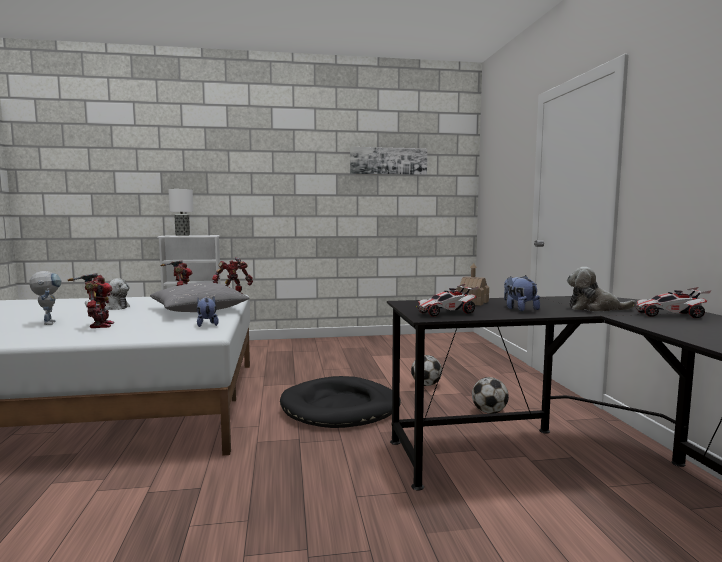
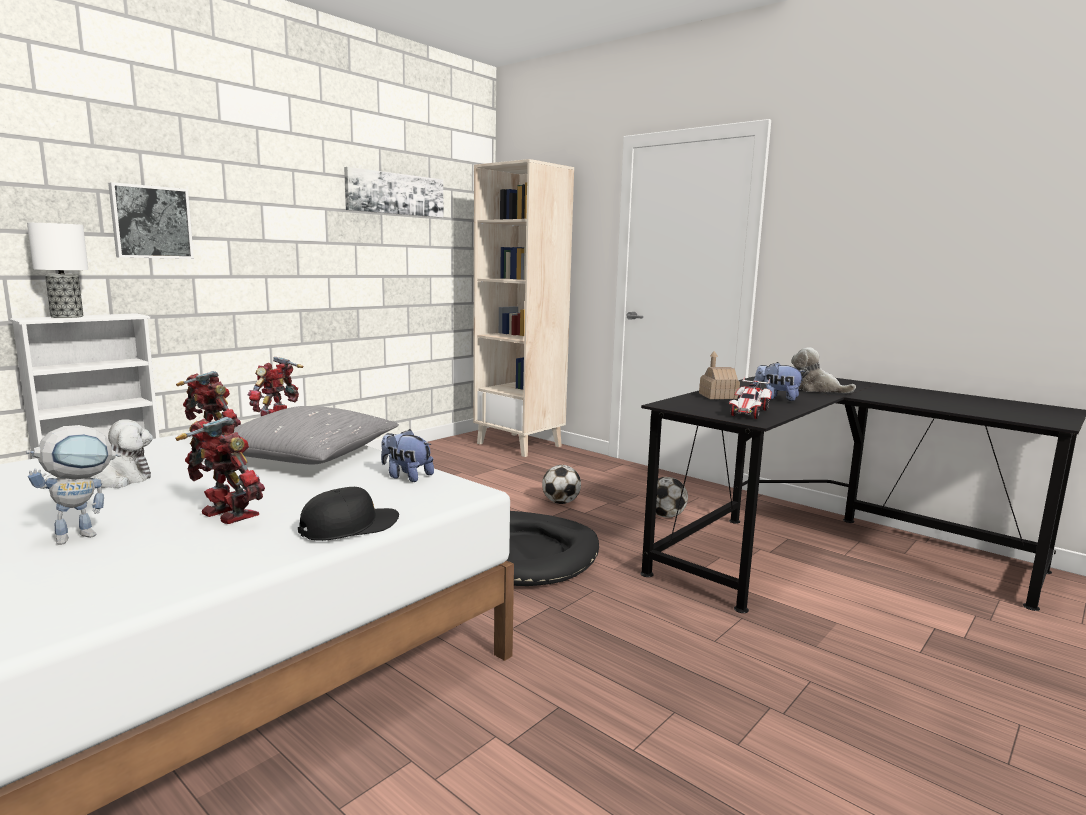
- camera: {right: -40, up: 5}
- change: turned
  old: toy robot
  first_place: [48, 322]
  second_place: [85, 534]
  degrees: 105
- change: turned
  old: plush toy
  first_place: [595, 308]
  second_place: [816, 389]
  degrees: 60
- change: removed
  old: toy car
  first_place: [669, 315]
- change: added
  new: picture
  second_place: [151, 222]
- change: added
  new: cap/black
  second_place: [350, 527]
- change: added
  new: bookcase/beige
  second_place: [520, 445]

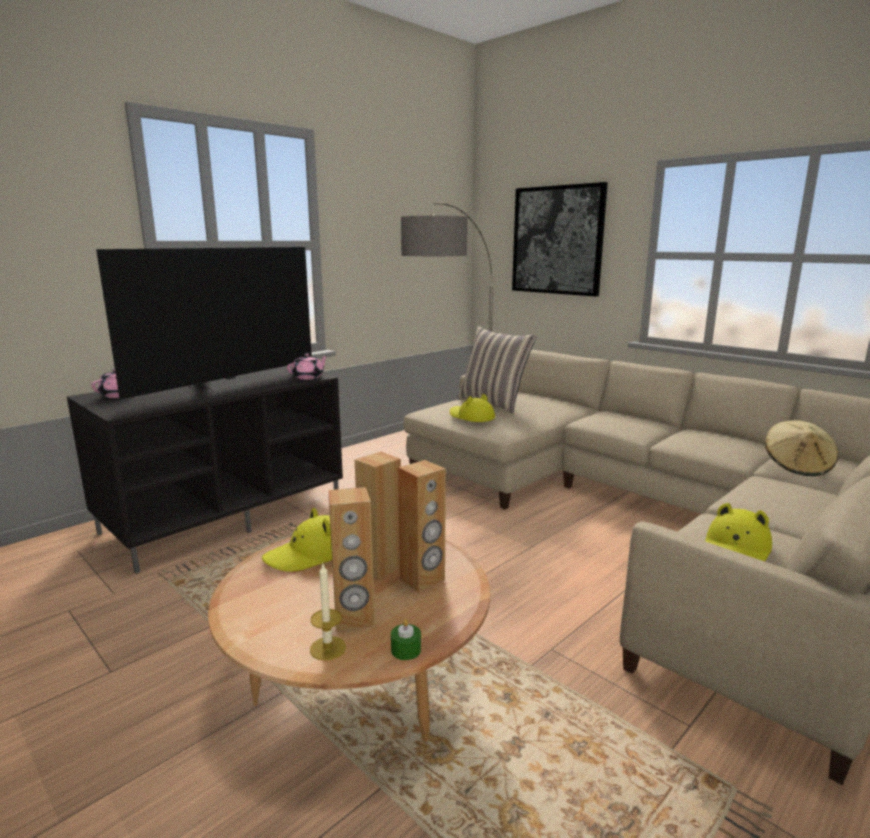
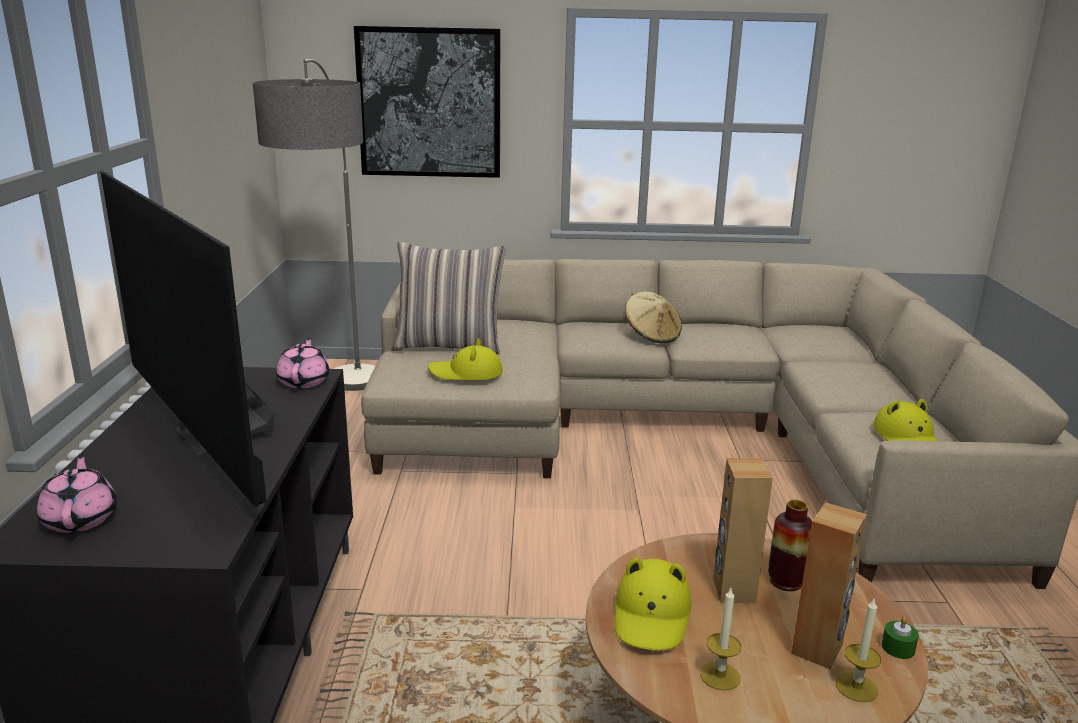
- camera: {right: -45, up: 5}
- change: turned
  old: television
  first_place: [223, 385]
  second_place: [211, 435]
  degrees: 150
- change: replaced
  old: speaker/brown
  new: vase
  first_place: [422, 580]
  second_place: [786, 582]
- change: moved
  old: hat/beige
  first_place: [797, 466]
  second_place: [652, 335]
- change: added
  new: candle
  second_place: [720, 676]

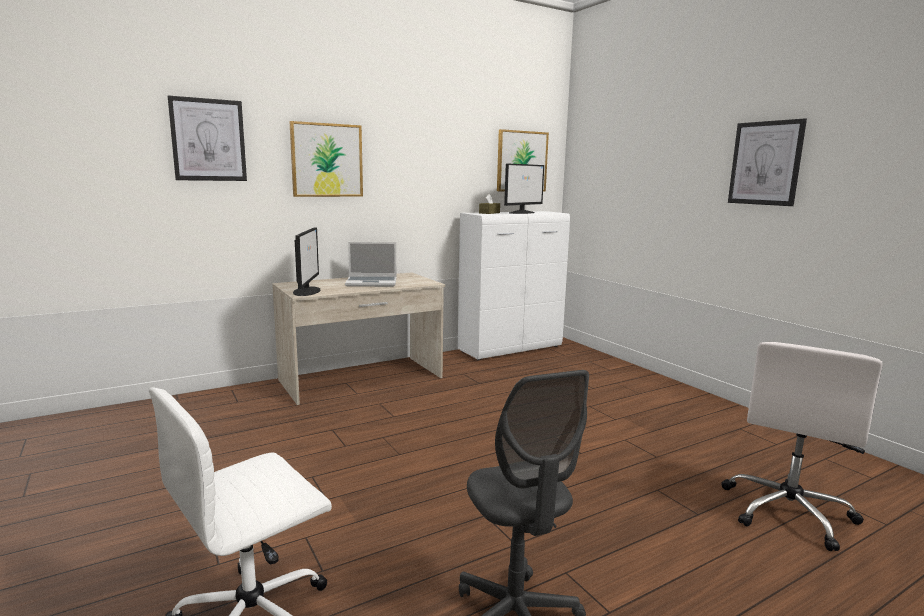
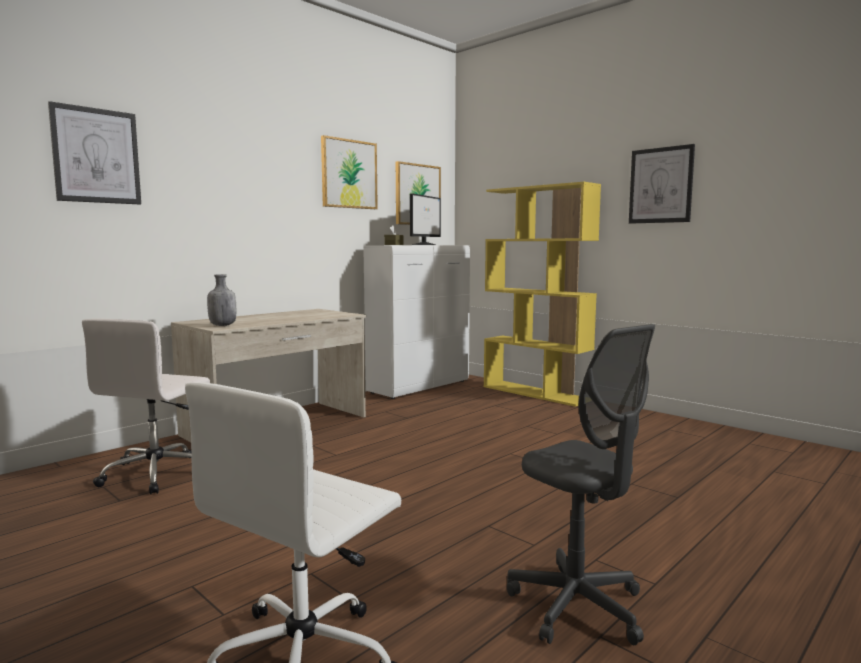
- camera: {right: -15, up: -5}
- change: moved
  old: picture
  first_place: [327, 160]
  second_place: [349, 174]
- change: replaced
  old: monitor
  new: bottle/grey
  first_place: [307, 291]
  second_place: [222, 325]
- change: removed
  old: laptop
  first_place: [372, 283]
- change: moved
  old: office chair/white
  first_place: [788, 512]
  second_place: [157, 473]
- change: added
  new: bookcase/yellow
  second_place: [536, 393]

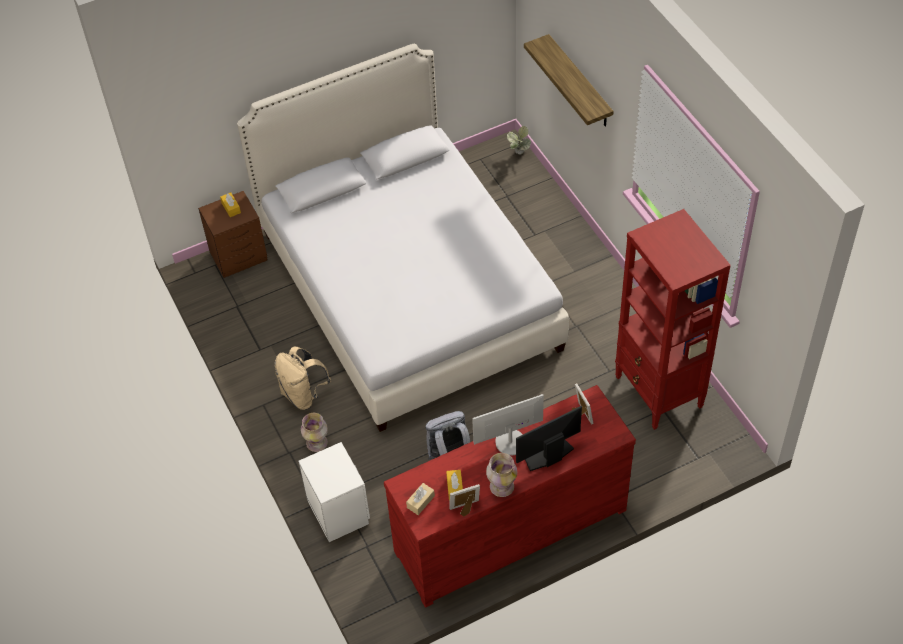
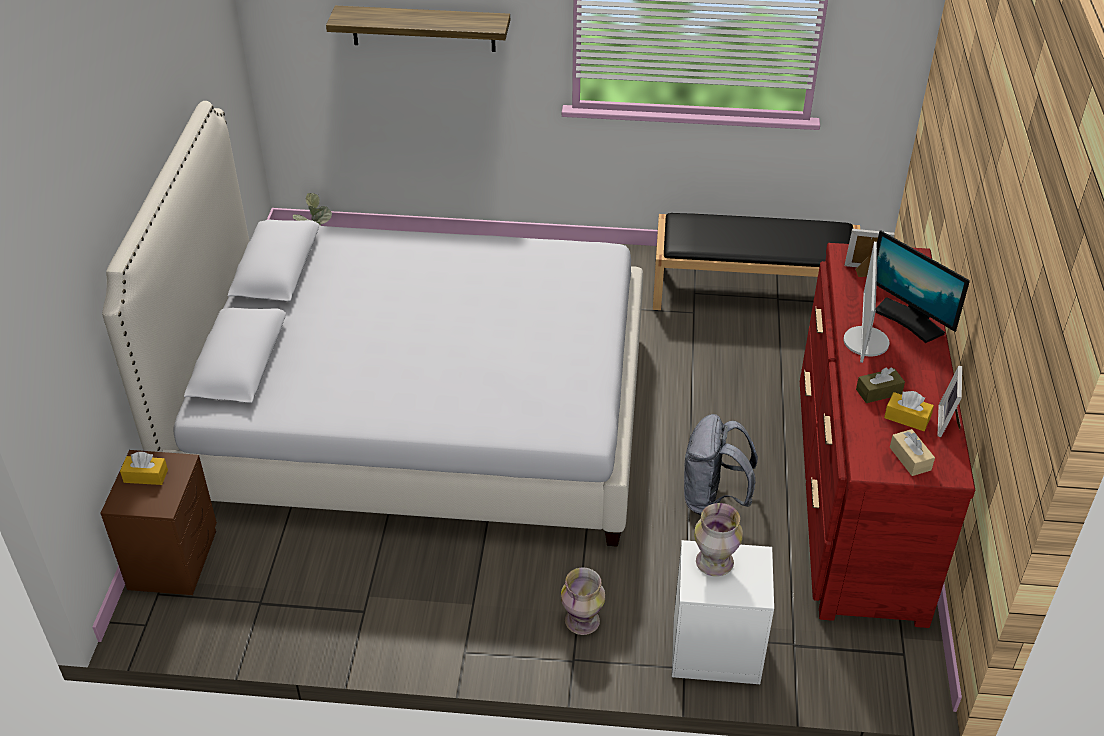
- camera: {right: -60, up: -10}
- change: removed
  old: backpack/beige
  first_place: [303, 395]
- change: moved
  old: vase
  first_place: [501, 486]
  second_place: [713, 563]
- change: turned
  old: monitor
  first_place: [548, 455]
  second_place: [909, 320]
  degrees: -45
- change: replaced
  old: bookcase/red
  new: bench/black
  first_place: [659, 392]
  second_place: [754, 291]
- change: added
  new: tissue box/brown
  second_place: [878, 392]

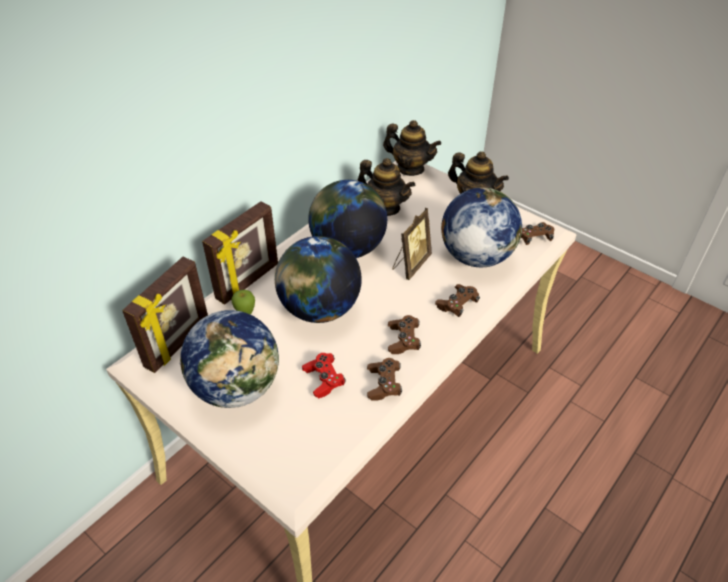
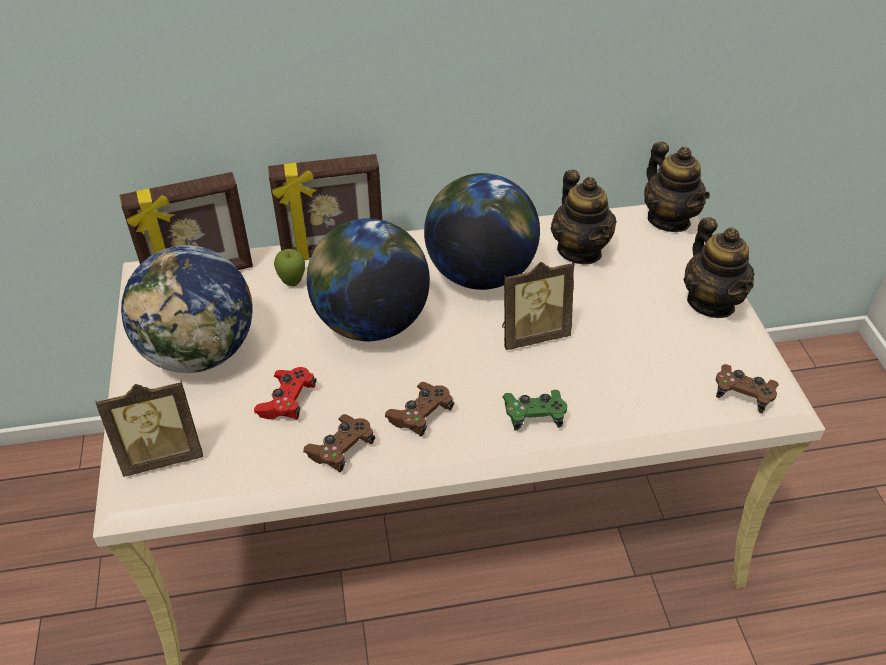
- camera: {right: 40, up: 0}
- change: recoloured
  old: game controller/brown
  new: game controller/green
  first_place: [457, 305]
  second_place: [533, 416]
- change: removed
  old: globe
  first_place: [475, 256]
- change: added
  new: picture frame
  second_place: [162, 455]

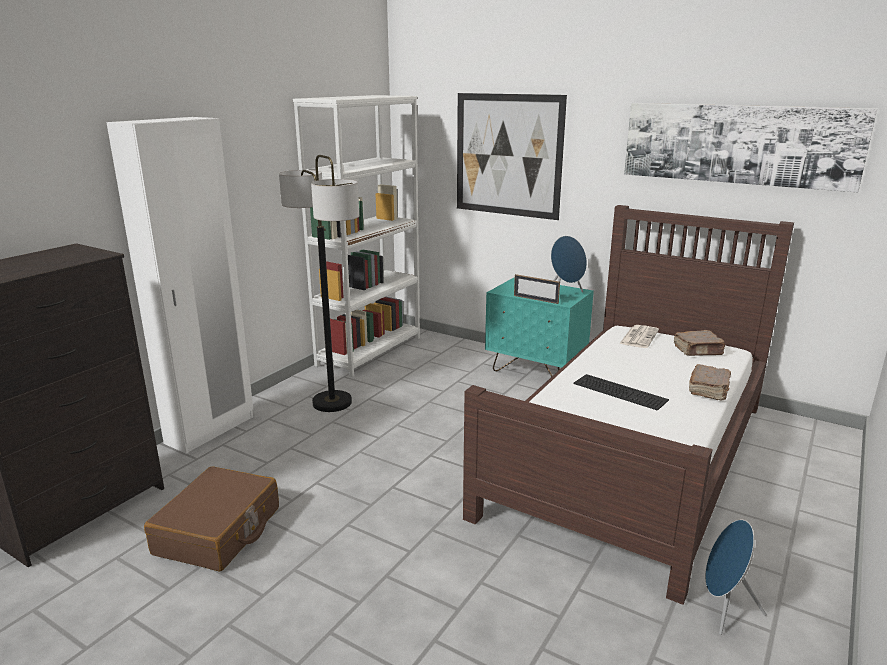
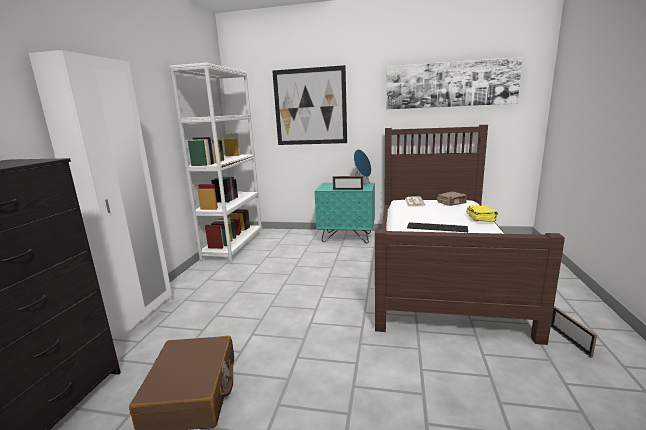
- camera: {right: -20, up: -5}
- change: removed
  old: floor lamp
  first_place: [332, 402]
- change: recoloured
  old: book/brown
  new: book/yellow
  first_place: [709, 390]
  second_place: [481, 218]
- change: replaced
  old: speaker/blue
  new: picture frame
  first_place: [723, 609]
  second_place: [569, 340]

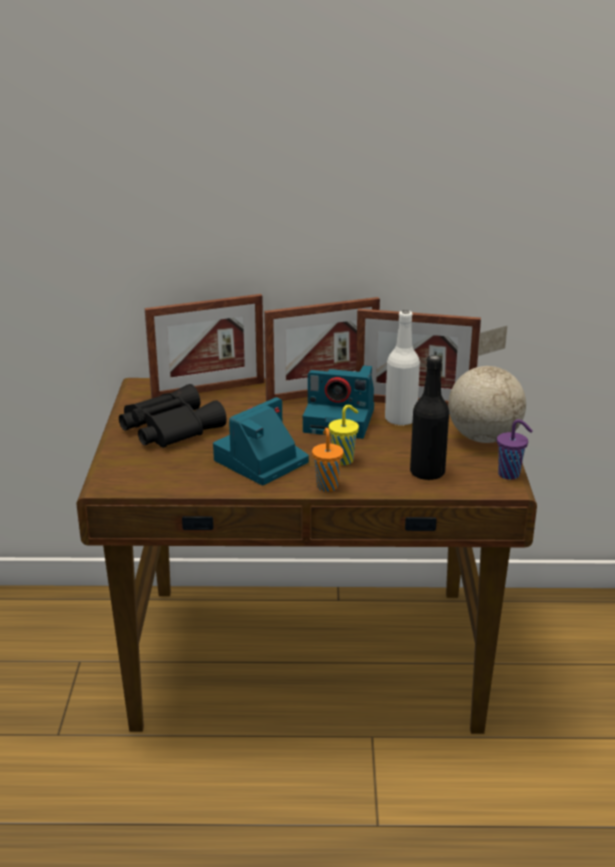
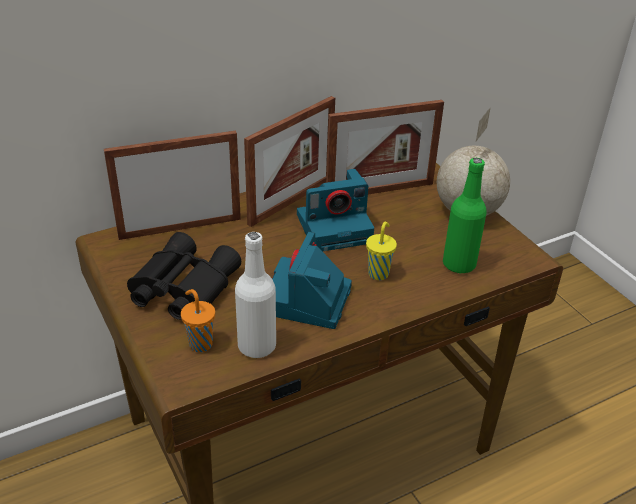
- camera: {right: -30, up: 10}
- change: turned
  old: picture frame
  first_place: [208, 390]
  second_place: [180, 228]
  degrees: -150
- change: moved
  old: cup/orange
  first_place: [327, 485]
  second_place: [200, 343]
- change: moved
  old: bottle/white
  first_place: [400, 419]
  second_place: [257, 346]
- change: recoloured
  old: bottle/black
  new: bottle/green
  first_place: [427, 473]
  second_place: [459, 264]
- change: removed
  old: cup/purple
  first_place: [510, 474]

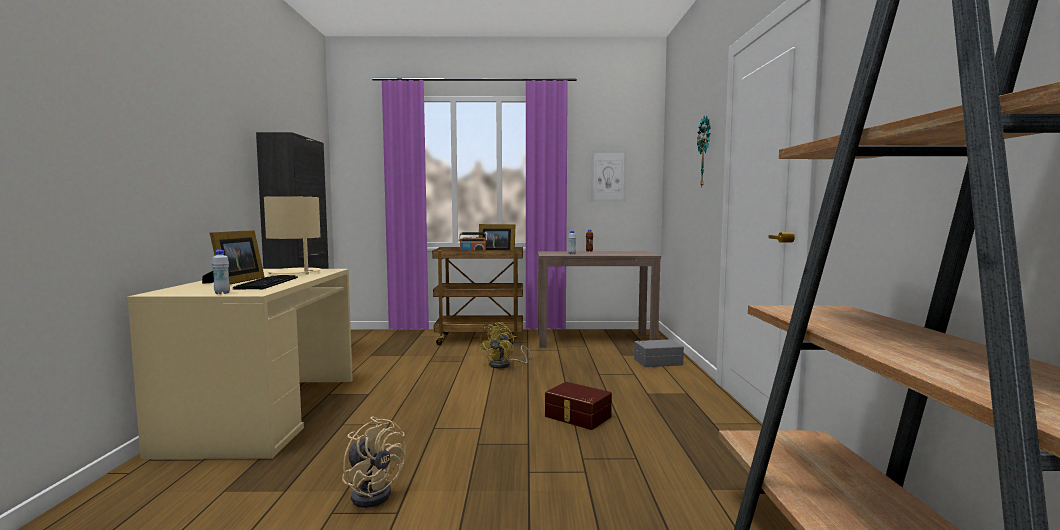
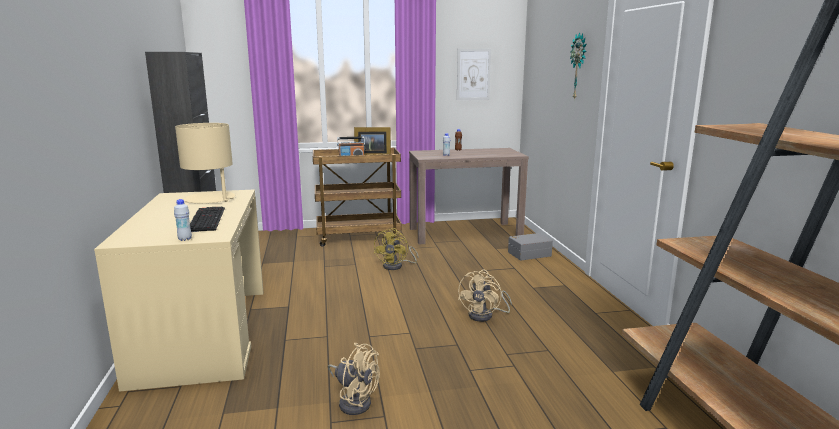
- camera: {right: -10, up: 10}
- change: removed
  old: picture frame
  first_place: [235, 281]
- change: replaced
  old: storage box/brown
  new: fan/beige
  first_place: [577, 417]
  second_place: [485, 316]

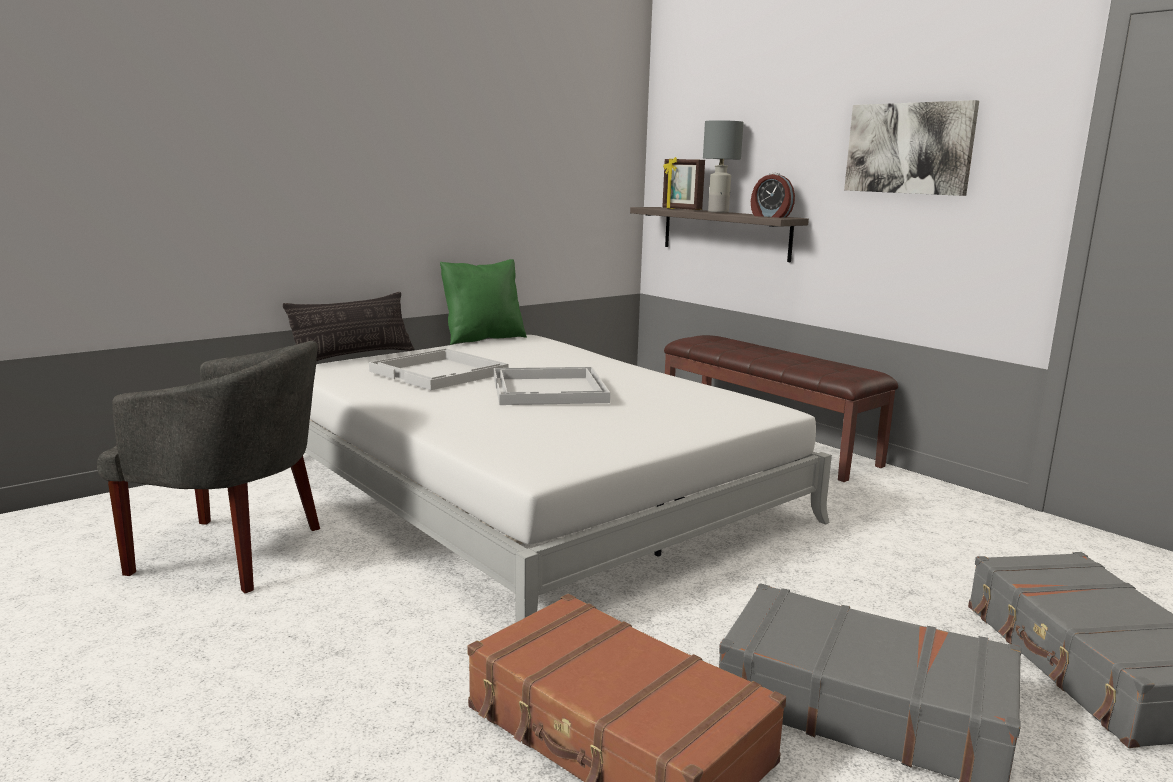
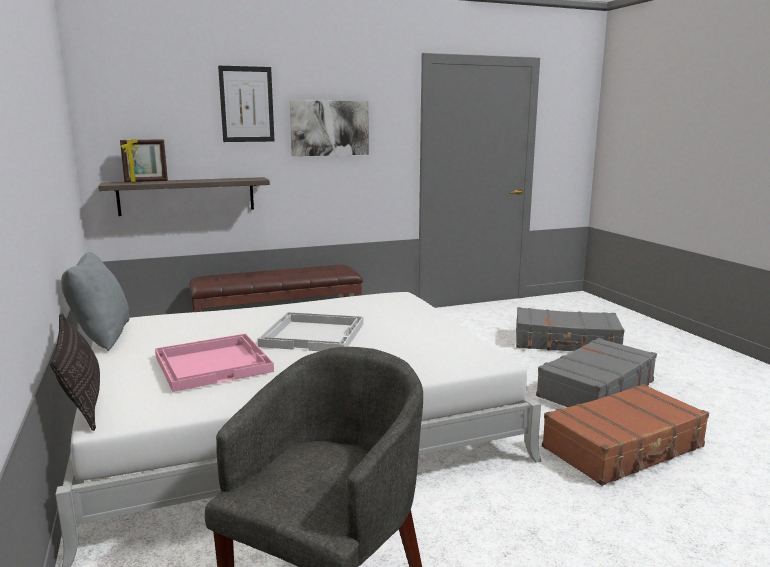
- camera: {right: -70, up: 0}
- change: recoloured
  old: tray/white
  new: tray/pink
  first_place: [440, 372]
  second_place: [214, 363]
- change: recoloured
  old: pillow/green
  new: pillow/grey
  first_place: [483, 338]
  second_place: [102, 337]
- change: removed
  old: table lamp/grey
  first_place: [718, 212]
- change: removed
  old: alarm clock
  first_place: [770, 216]
- change: added
  new: picture
  second_place: [247, 104]

